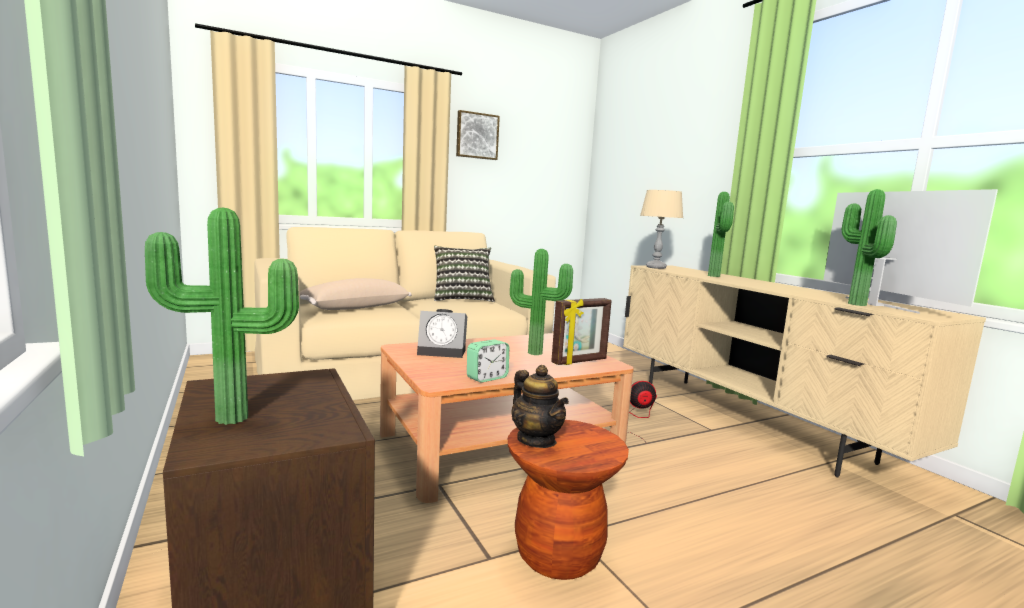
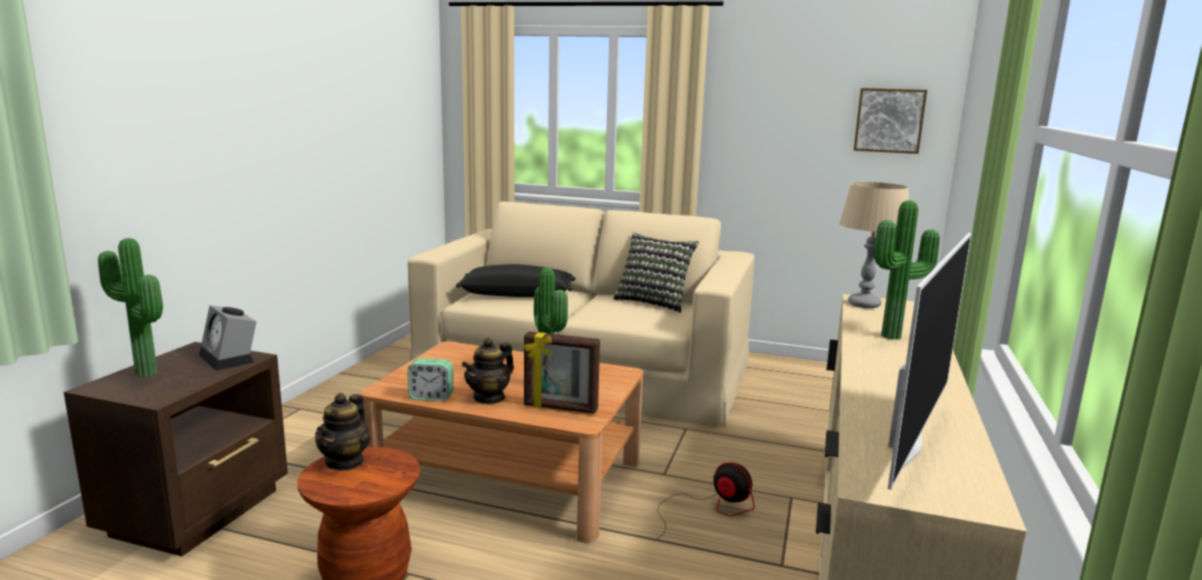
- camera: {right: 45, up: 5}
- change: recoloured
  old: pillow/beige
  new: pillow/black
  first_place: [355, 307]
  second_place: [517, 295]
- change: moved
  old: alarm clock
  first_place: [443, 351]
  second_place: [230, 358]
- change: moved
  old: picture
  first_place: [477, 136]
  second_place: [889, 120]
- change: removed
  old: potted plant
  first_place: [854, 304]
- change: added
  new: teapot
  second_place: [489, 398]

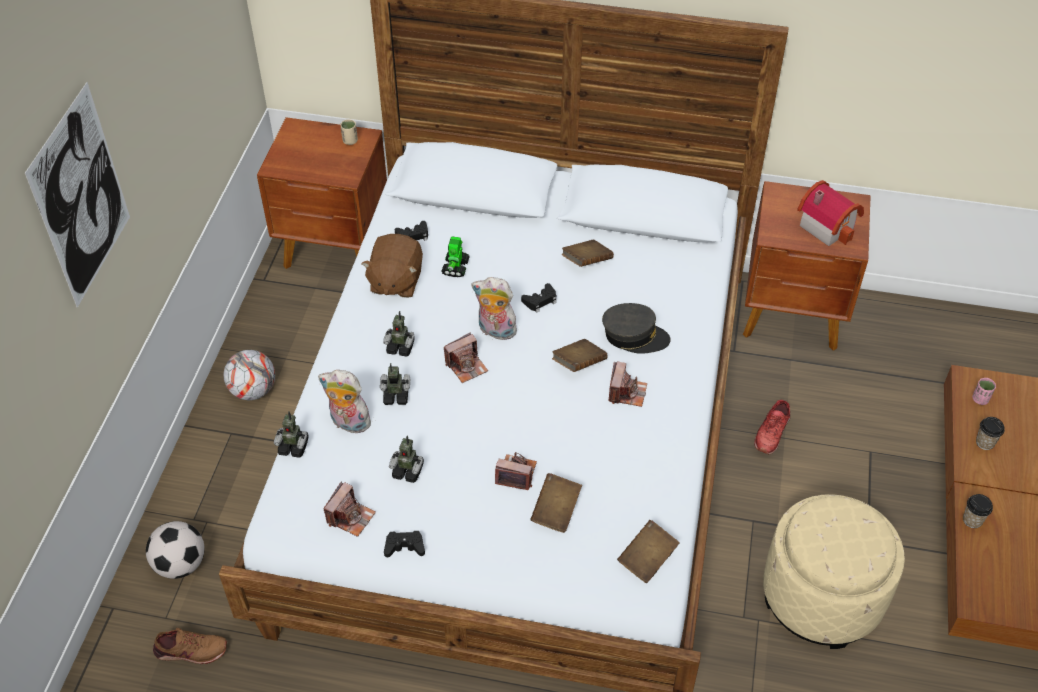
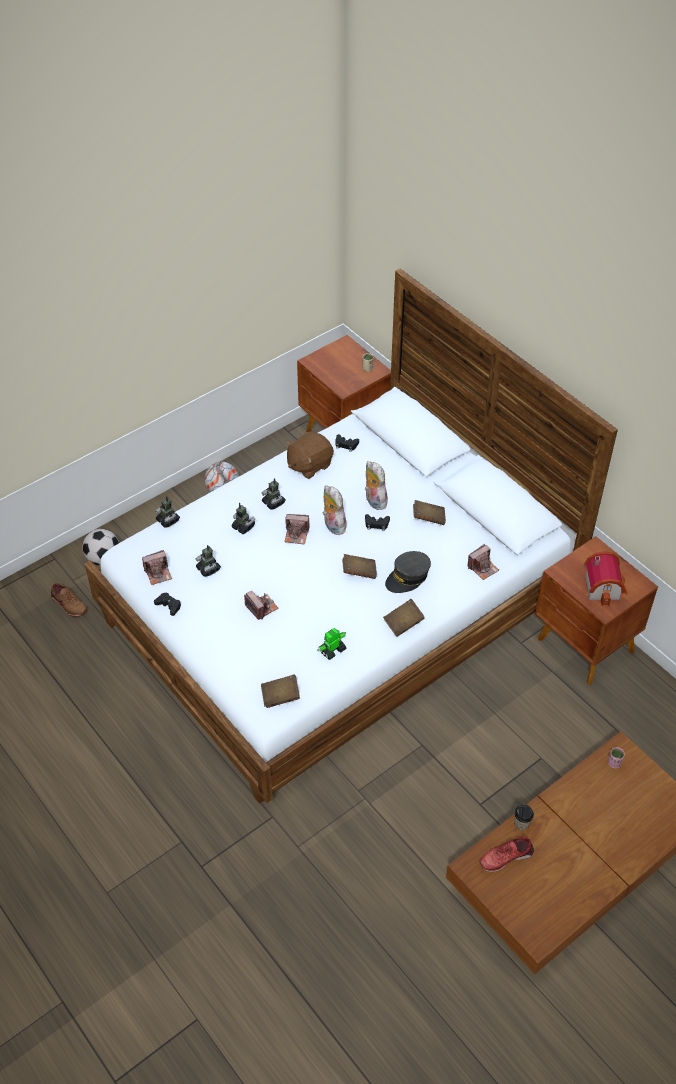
- camera: {right: 40, up: 0}
- change: removed
  old: picture
  first_place: [81, 196]
- change: moved
  old: plush toy
  first_place: [348, 423]
  second_place: [374, 501]
- change: moved
  old: toy robot
  first_place: [455, 267]
  second_place: [332, 650]
- change: moved
  old: book/brown
  first_place: [556, 511]
  second_place: [403, 623]
- change: turned
  old: cap/grey
  first_place: [634, 336]
  second_place: [408, 577]
  degrees: 90
- change: moved
  old: photo camera
  first_place: [626, 392]
  second_place: [483, 568]
- change: moved
  old: shoe/red
  first_place: [771, 432]
  second_place: [505, 857]
- change: removed
  old: ottoman/beige
  first_place: [822, 596]
- change: removed
  old: cup
  first_place: [985, 443]

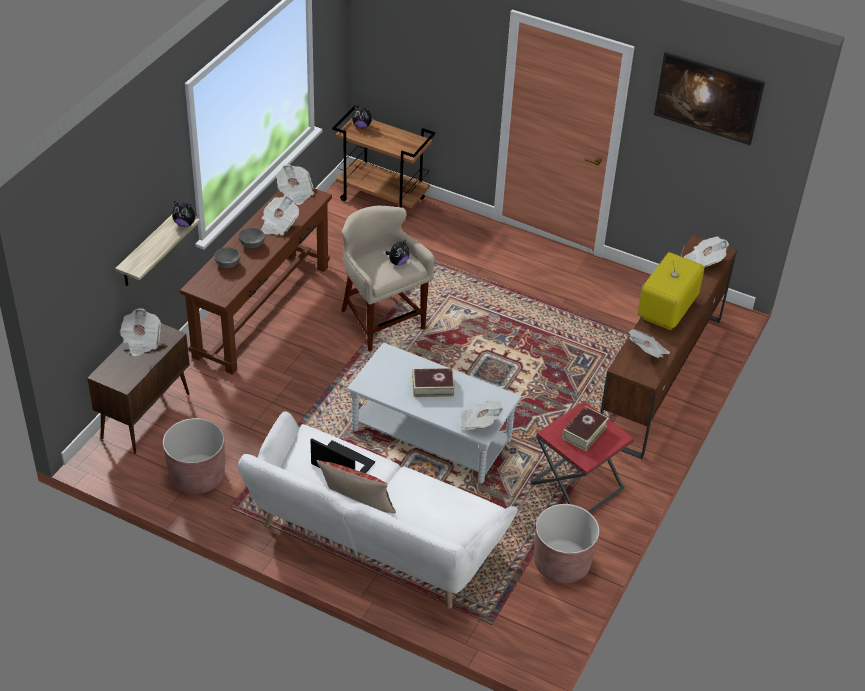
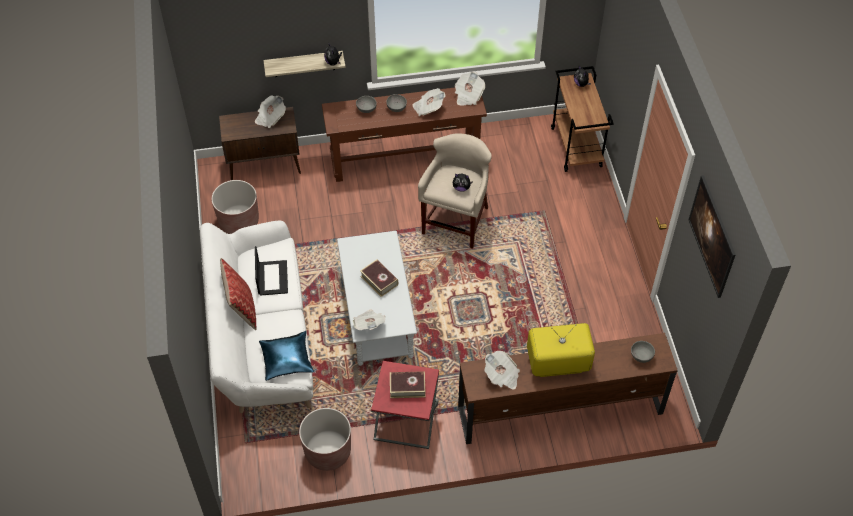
- camera: {right: 55, up: 10}
- change: replaced
  old: newspaper
  new: bowl/grey
  first_place: [704, 261]
  second_place: [640, 356]
- change: added
  new: pillow/blue
  second_place: [286, 359]

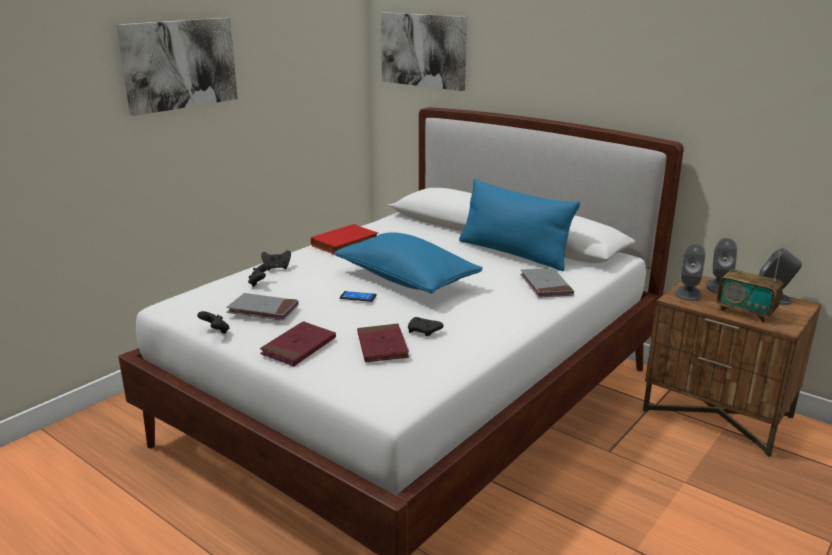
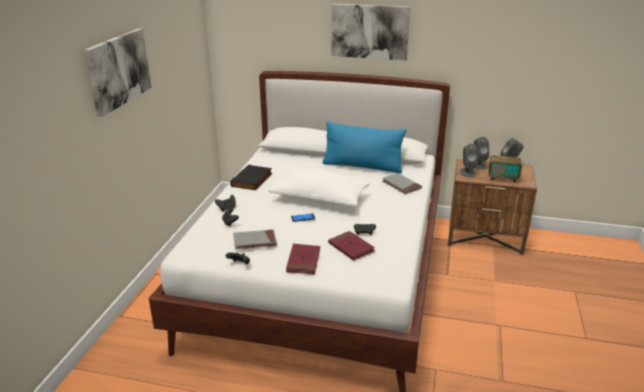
- camera: {right: -25, up: 5}
- change: recoloured
  old: book/red
  new: book/black
  first_place: [346, 244]
  second_place: [252, 180]
- change: recoloured
  old: pillow/blue
  new: pillow/white
  first_place: [406, 280]
  second_place: [319, 199]
- change: moved
  old: picture
  first_place: [423, 50]
  second_place: [370, 31]

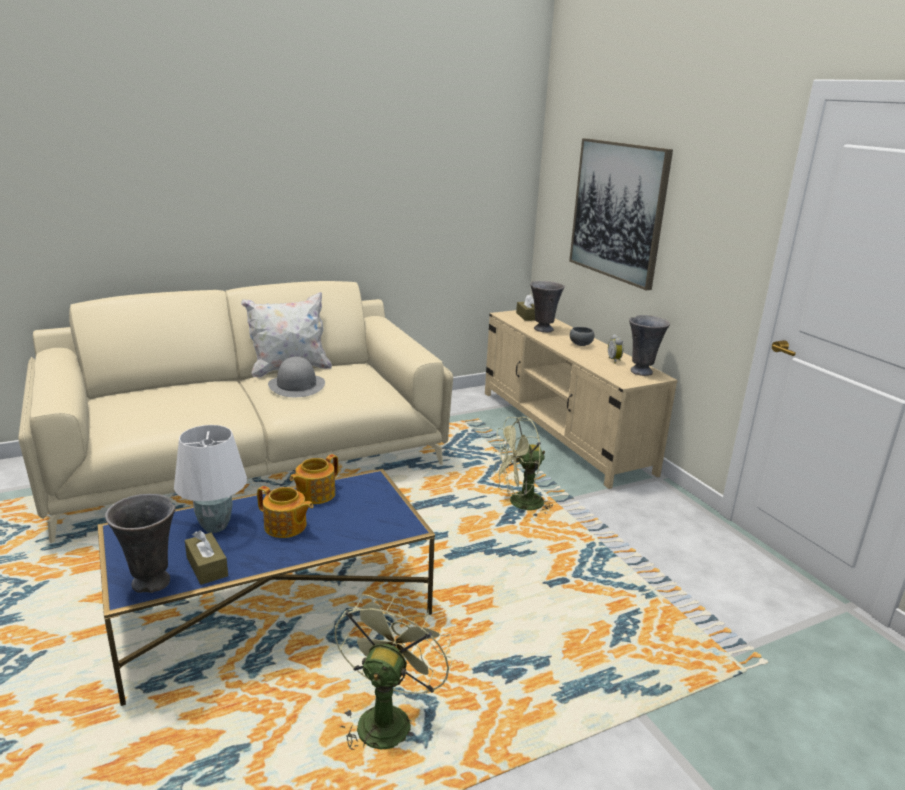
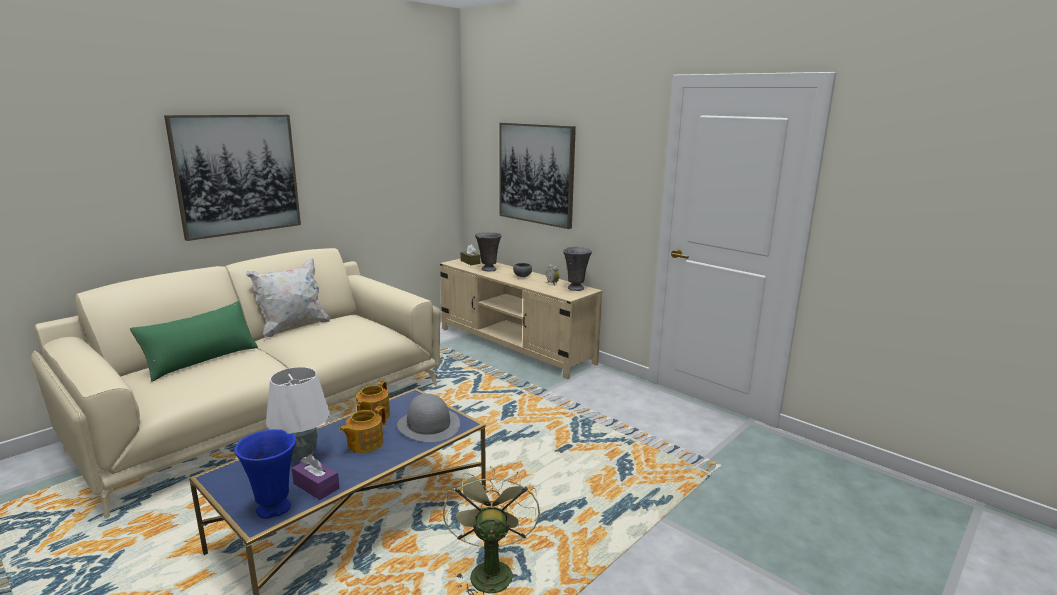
- camera: {right: -20, up: -5}
- change: recoloured
  old: vase/grey
  new: vase/blue
  first_place: [152, 583]
  second_place: [275, 509]
- change: recoloured
  old: tissue box/brown
  new: tissue box/purple
  first_place: [207, 567]
  second_place: [316, 486]
- change: turned
  old: teapot
  first_place: [286, 527]
  second_place: [364, 443]
  degrees: 120
- change: moved
  old: hat/grey
  first_place: [297, 385]
  second_place: [429, 425]
- change: removed
  old: fan/green
  first_place: [519, 504]
- change: added
  new: pillow/green
  second_place: [201, 360]
- change: added
  new: picture
  second_place: [237, 174]

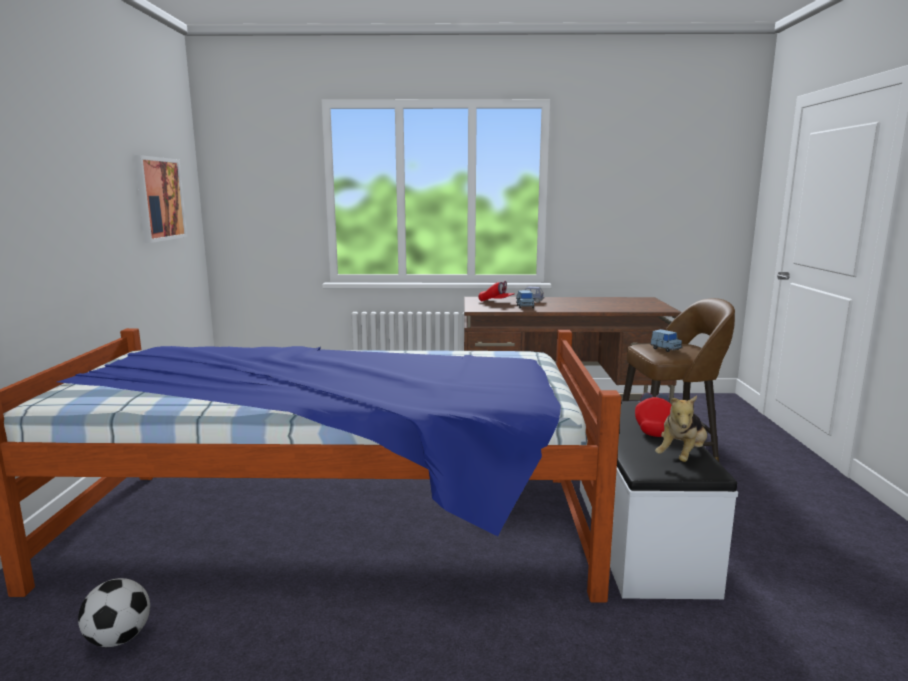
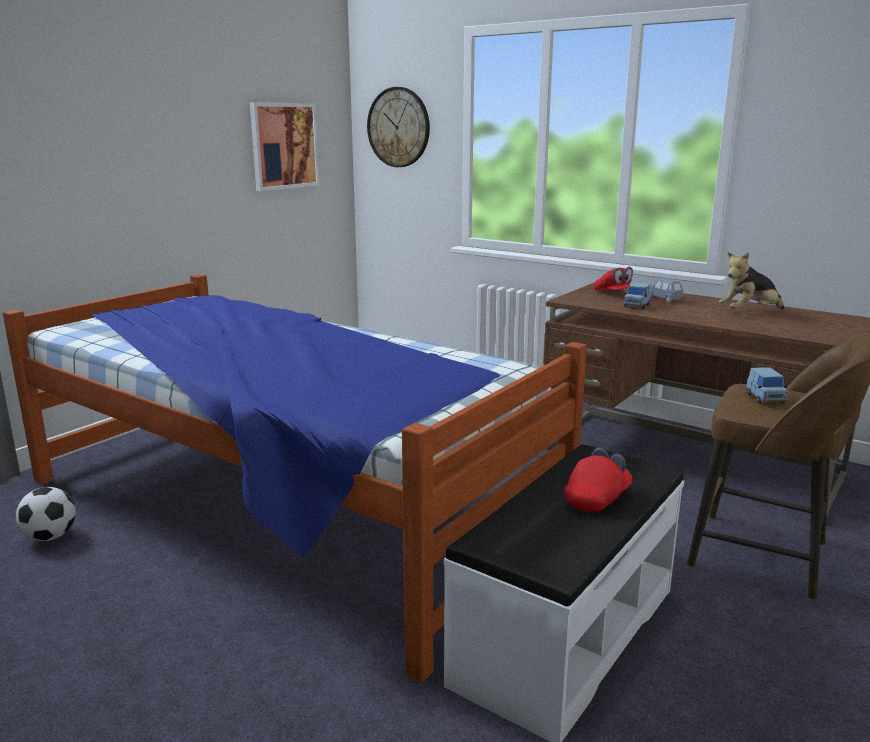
- camera: {right: 35, up: 5}
- change: moved
  old: plush toy
  first_place: [681, 456]
  second_place: [749, 312]
- change: added
  new: wall clock
  second_place: [398, 127]

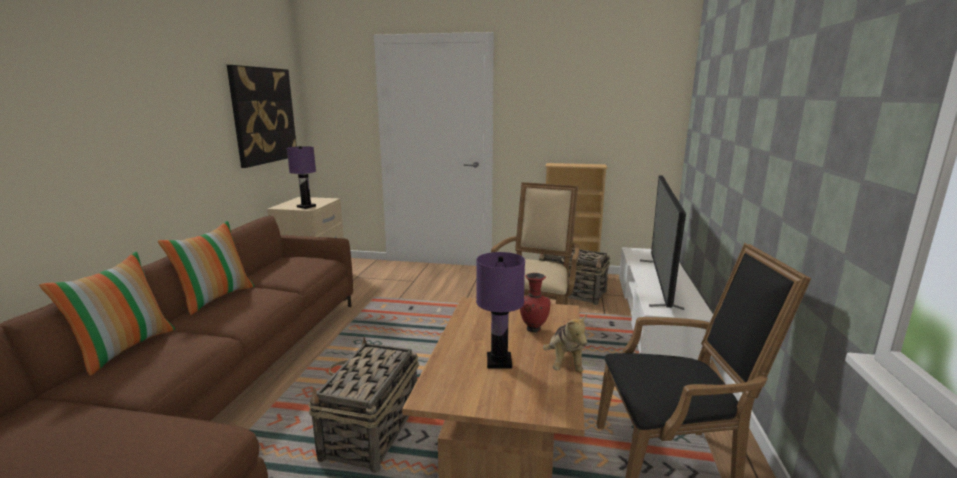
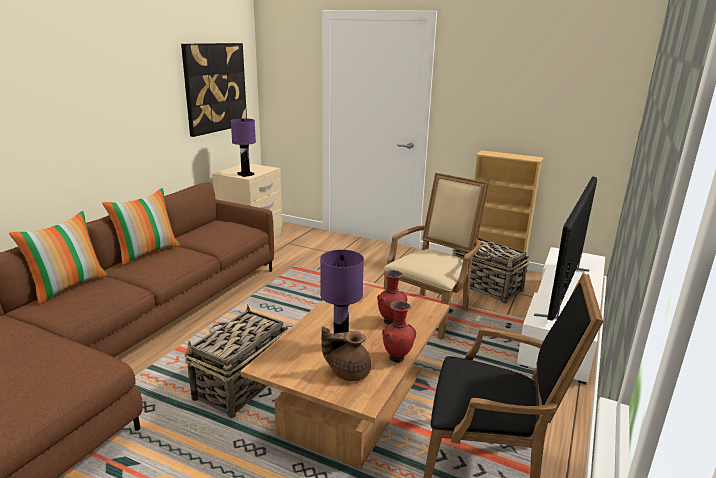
- camera: {right: 15, up: 5}
- change: replaced
  old: plush toy
  new: vase/red
  first_place: [564, 363]
  second_place: [397, 358]
- change: added
  new: teapot/brown
  second_place: [348, 372]

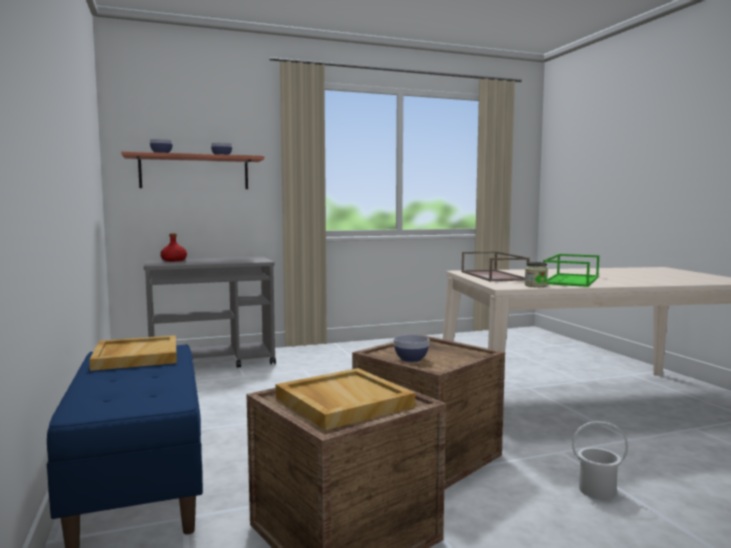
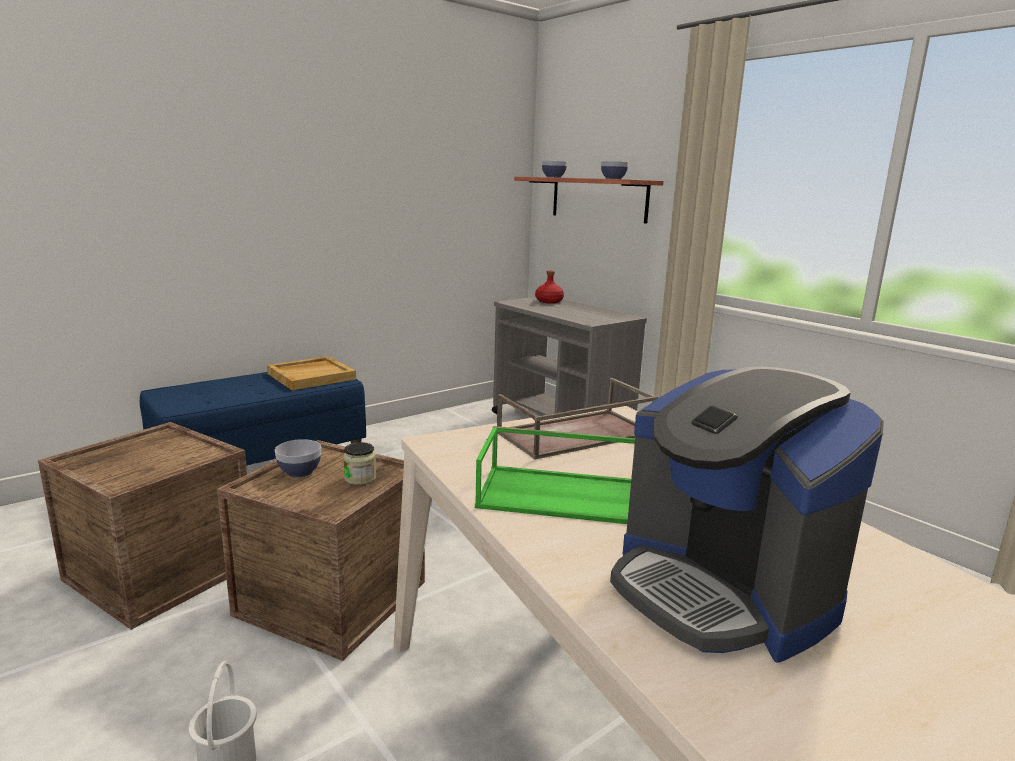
- camera: {right: 70, up: 10}
- change: removed
  old: tray/beige
  first_place: [342, 402]
- change: moved
  old: jar
  first_place: [535, 285]
  second_place: [360, 478]
- change: added
  new: coffee machine
  second_place: [722, 590]

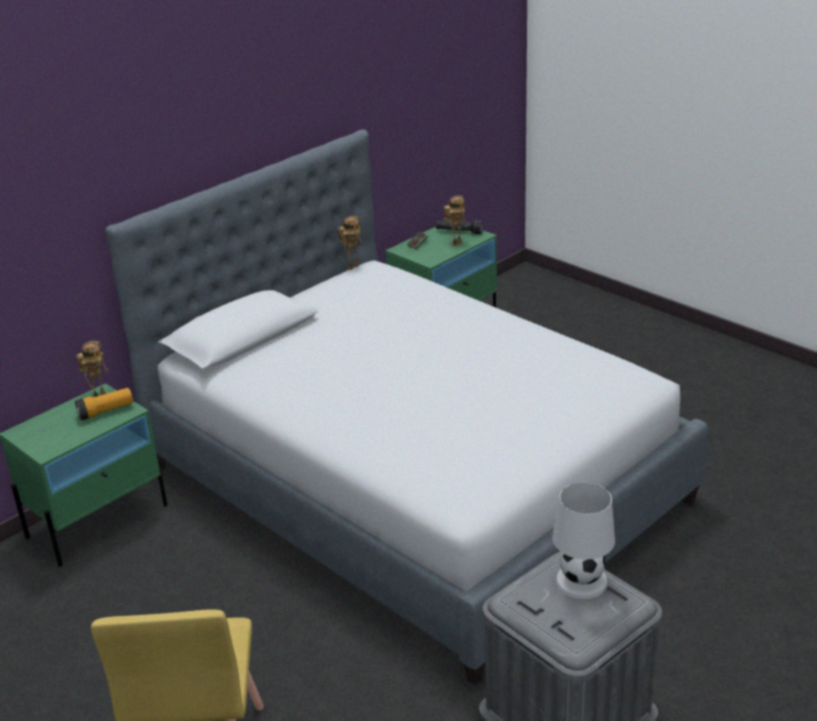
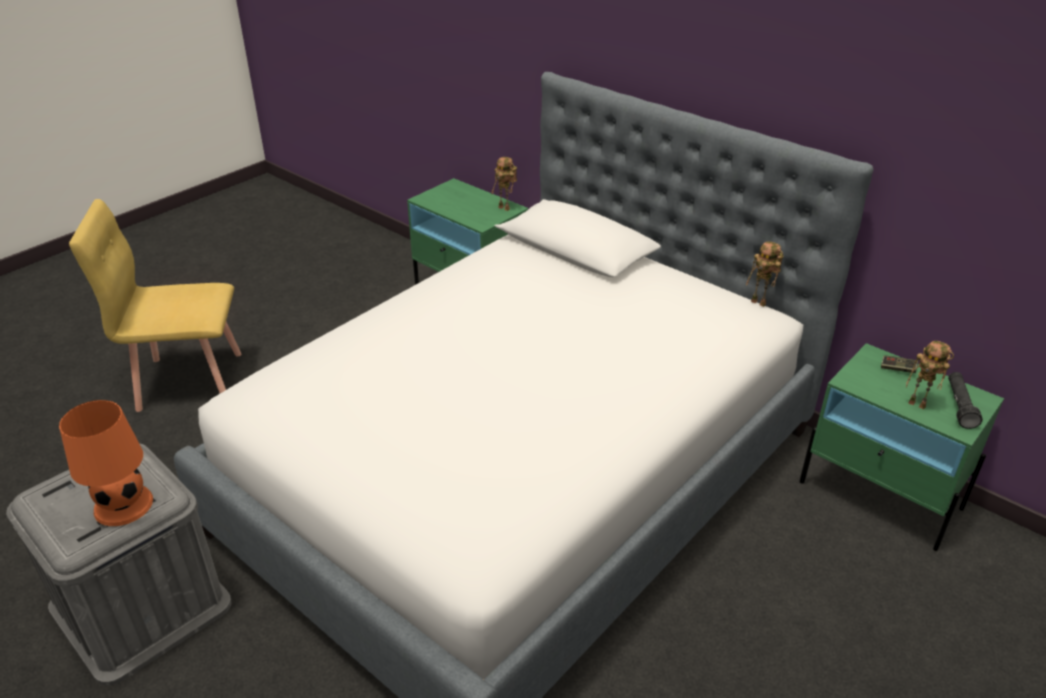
- camera: {right: 85, up: 5}
- change: removed
  old: flashlight
  first_place: [106, 411]
- change: recoloured
  old: table lamp/white
  new: table lamp/orange
  first_place: [582, 581]
  second_place: [122, 505]

